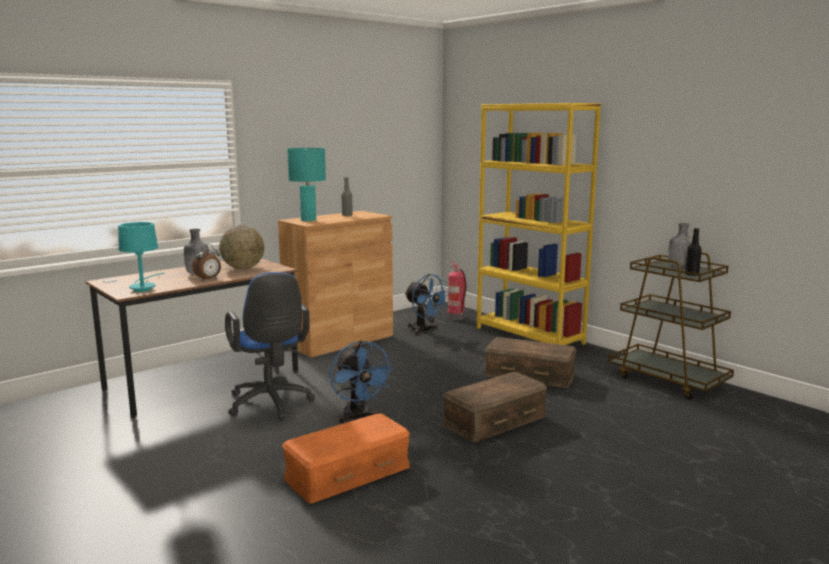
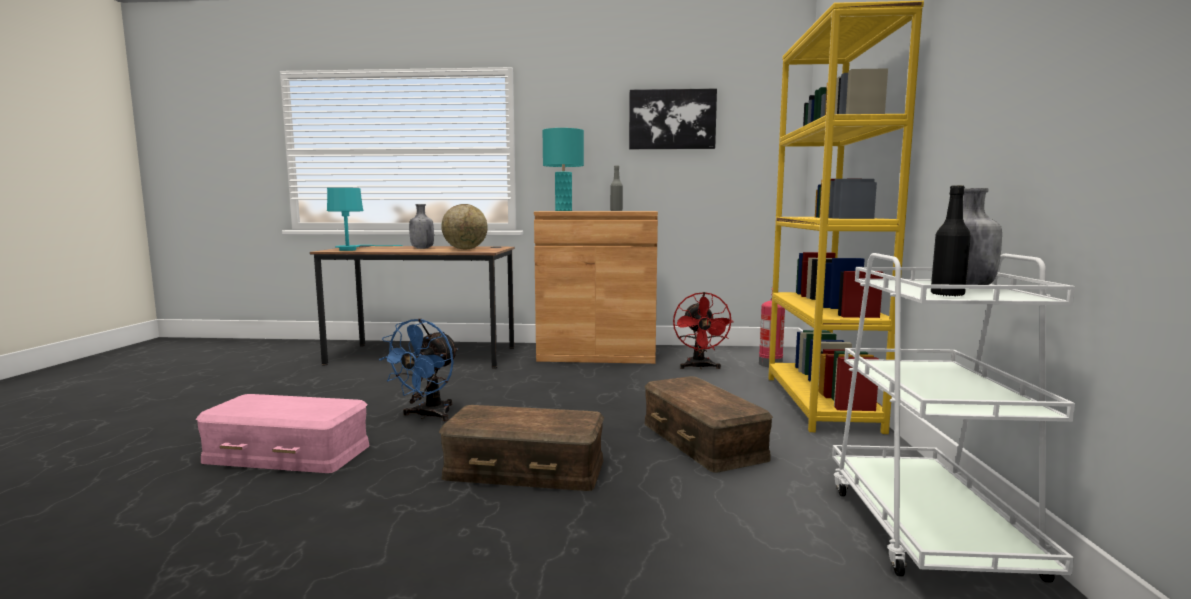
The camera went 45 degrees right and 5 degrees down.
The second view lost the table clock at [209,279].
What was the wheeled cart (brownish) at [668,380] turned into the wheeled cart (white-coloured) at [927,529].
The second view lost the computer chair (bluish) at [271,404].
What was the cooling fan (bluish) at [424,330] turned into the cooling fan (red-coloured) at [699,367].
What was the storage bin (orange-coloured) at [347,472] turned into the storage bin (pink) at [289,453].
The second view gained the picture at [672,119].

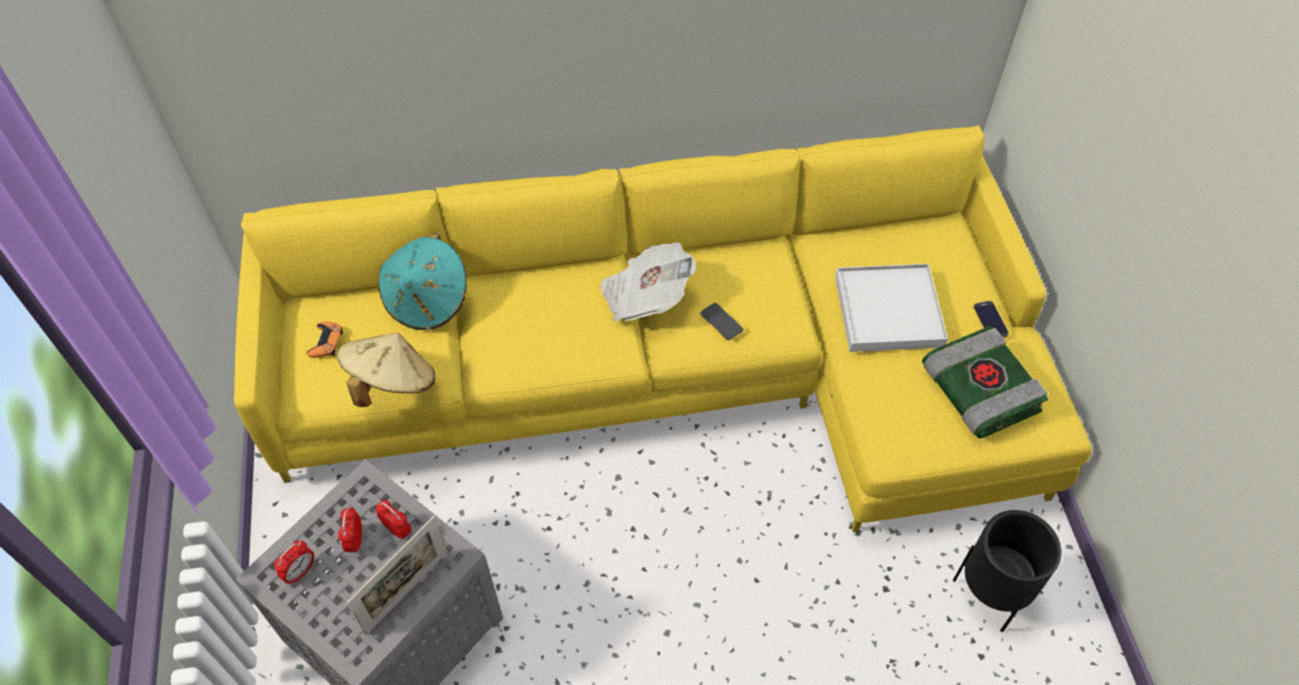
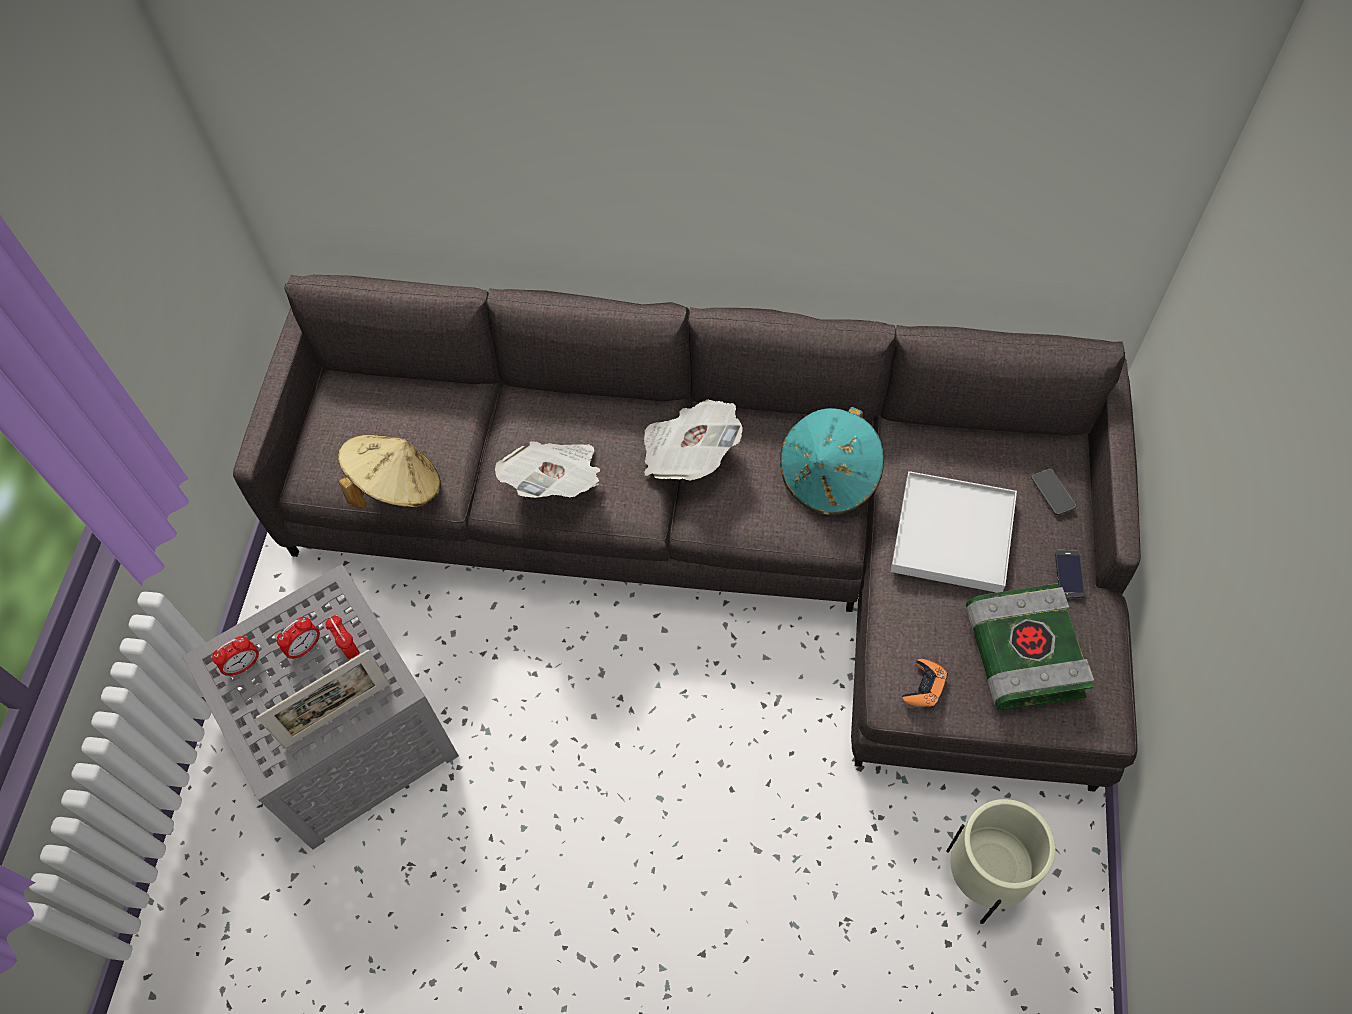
The camera went 20 degrees right and 5 degrees up.
What was the settee (yellowish) at [683,373] turned into the settee (greyish) at [731,540].
The clothing hat (blue-green) ended up elsewhere, having gone from [428,300] to [829,478].
The handset ended up elsewhere, having gone from [721,322] to [1053,492].
The game controller (orange-coloured) ended up elsewhere, having gone from [326,343] to [924,687].
The table clock at [355,540] ended up facing another way, 150 degrees counterclockwise from before.
What was the plant pot (black) at [990,595] turned into the plant pot (beige-coloured) at [983,879].
The second view gained the daily paper at [556,482].

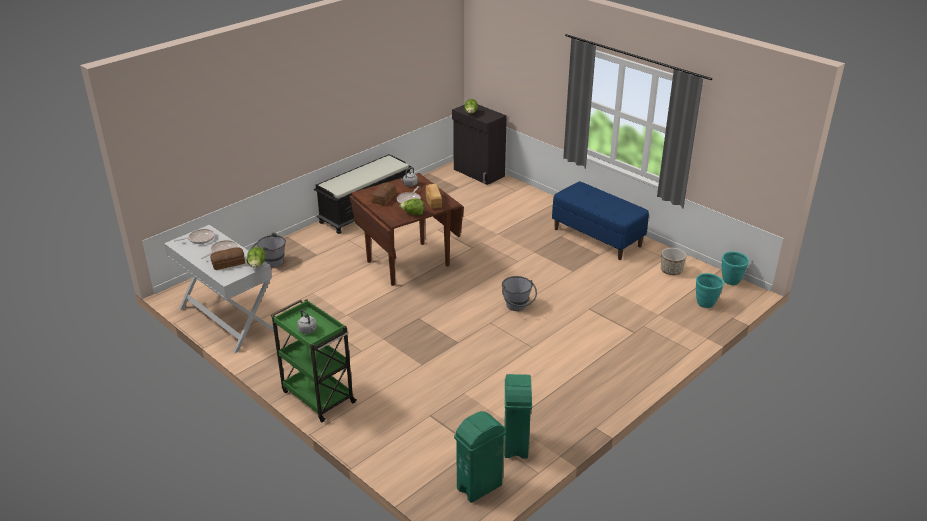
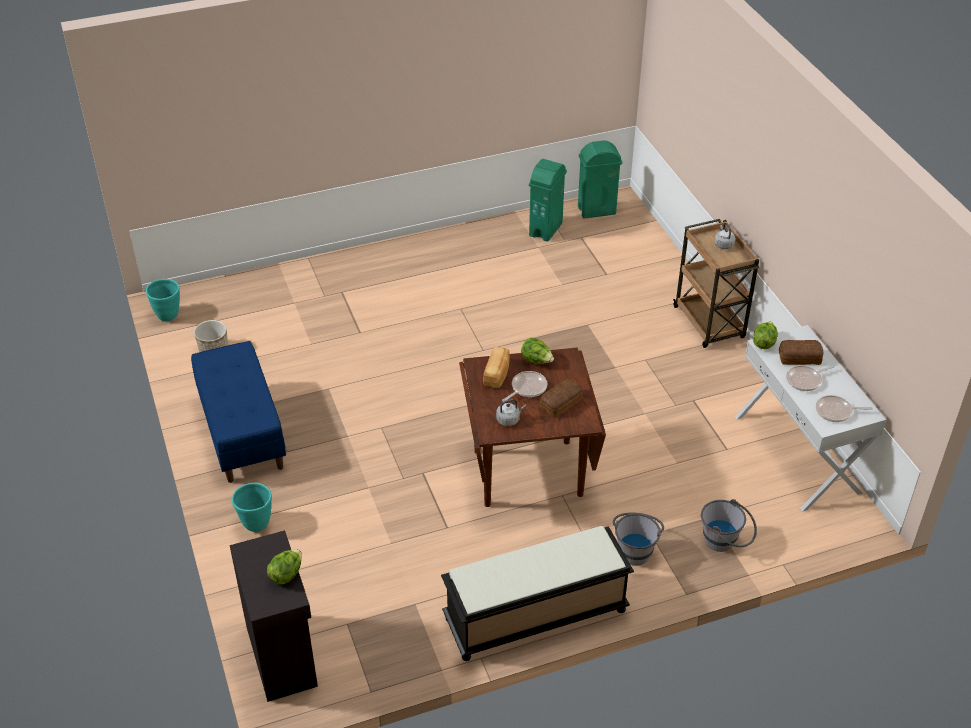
The camera went 155 degrees left and 10 degrees up.
The plant pot (blue-green) ended up elsewhere, having gone from [705,304] to [256,523].
The water bucket (greyish) ended up elsewhere, having gone from [517,308] to [635,549].
What was the wheeled cart (greenish) at [317,396] turned into the wheeled cart (brownish) at [709,323].

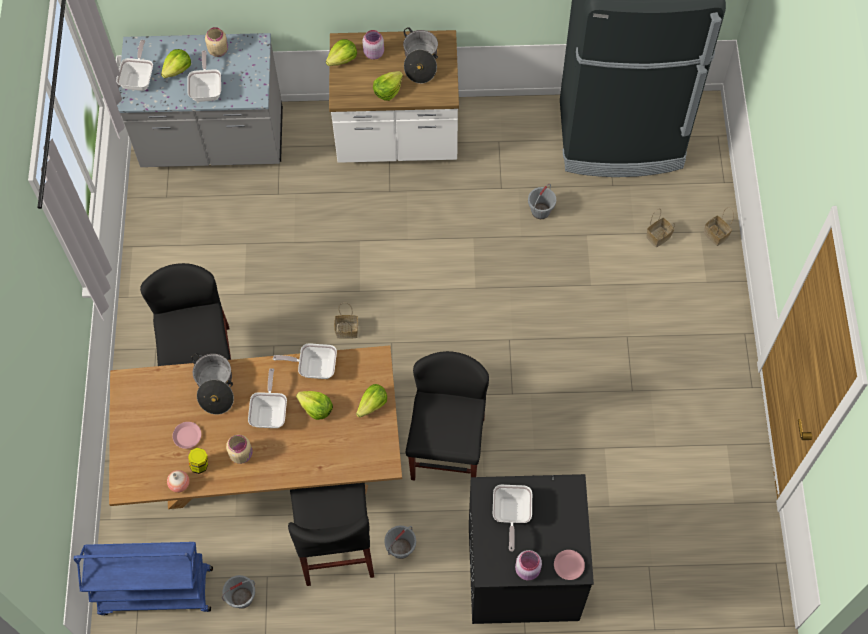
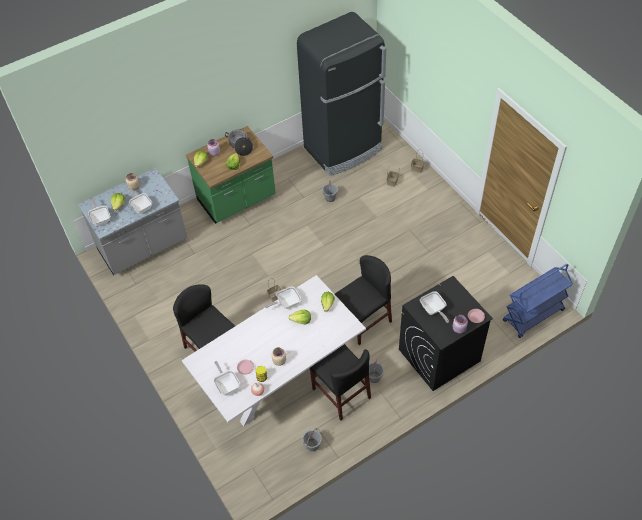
The camera went 30 degrees left and 10 degrees down.
What was the counter (white-coloured) at [397,137] turned into the counter (greenish) at [237,200].
What was the kitchen table (brownish) at [267,462] turned into the kitchen table (white-coloured) at [279,376].
The chair (black) at [447,448] ended up facing another way, 75 degrees clockwise from before.
The second view lost the cooking pot at [215,387].
The skillet ended up elsewhere, having gone from [270,412] to [227,385].
The wheeled cart (bluish) ended up elsewhere, having gone from [155,592] to [533,316].

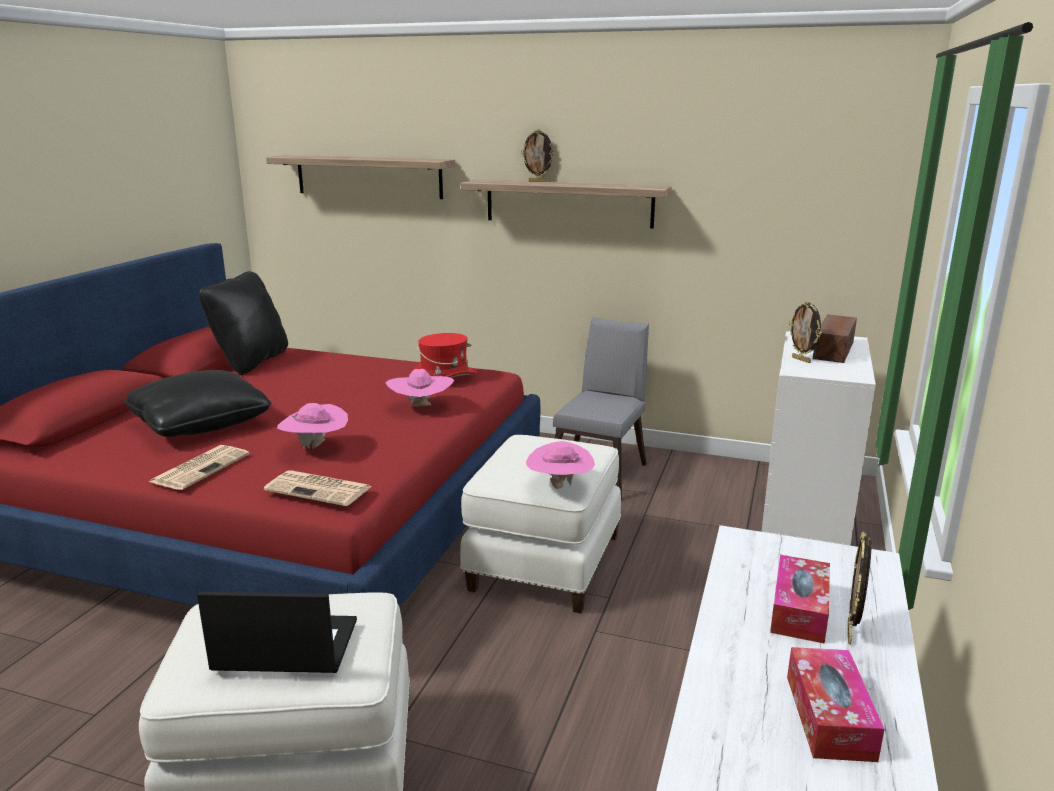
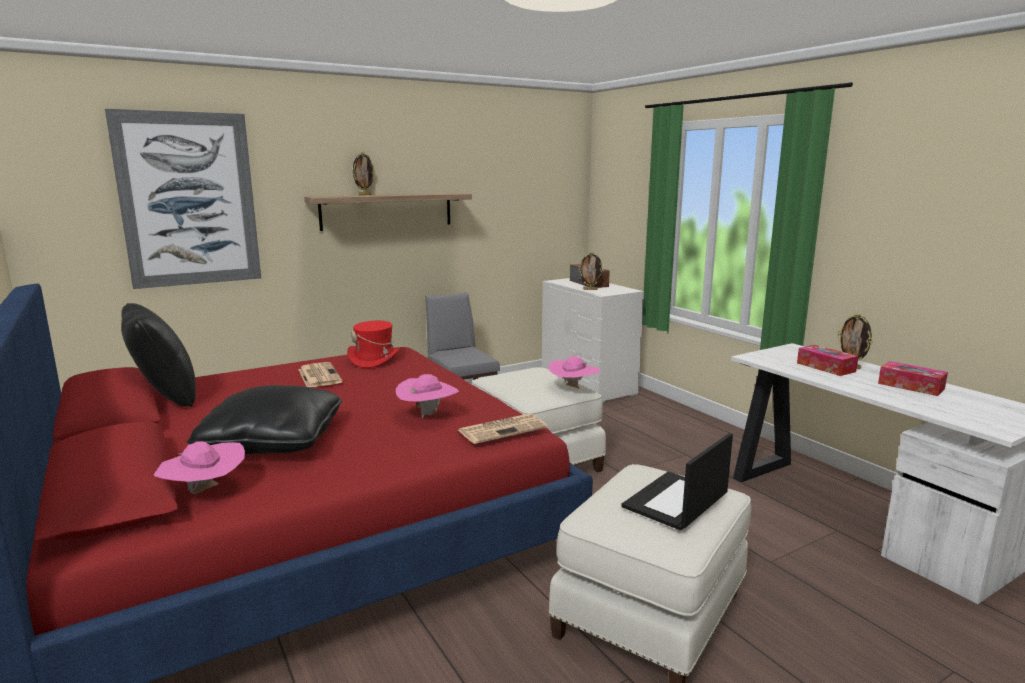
The camera went 50 degrees left and 5 degrees down.
Where the bracket shelf hung at [368,176], the picture came to hang at [189,200].
The clothing hat (pink) ended up elsewhere, having gone from [421,408] to [204,493].
The daily paper ended up elsewhere, having gone from [201,467] to [318,375].

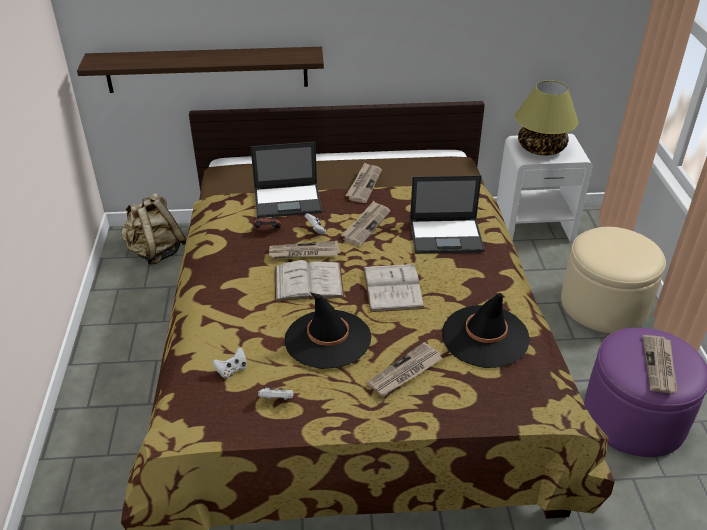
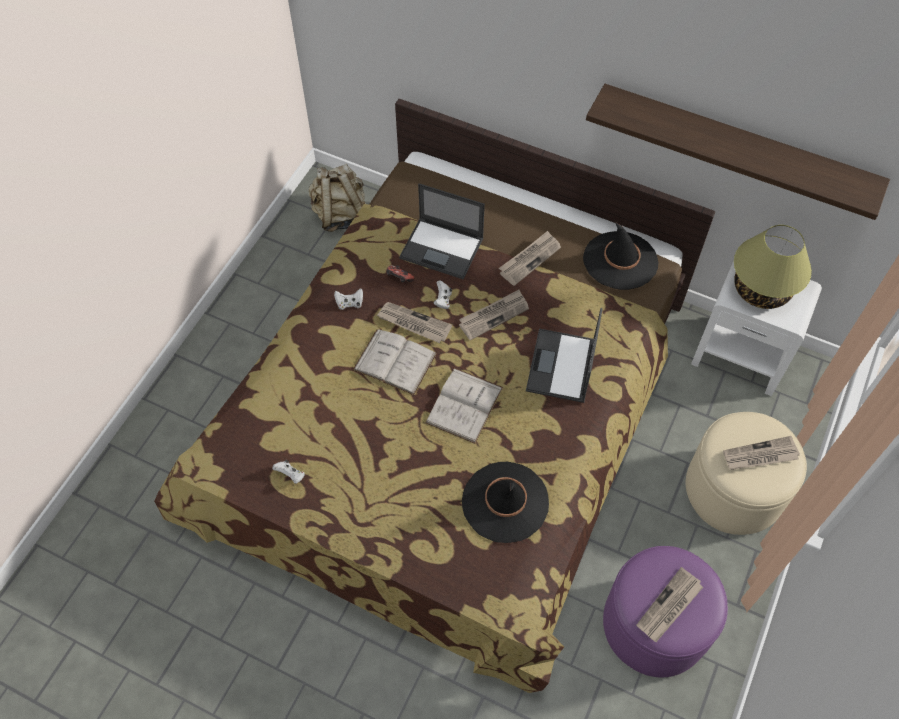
The camera went 30 degrees right and 20 degrees up.
The bracket shelf ended up elsewhere, having gone from [207,69] to [736,148].
The laptop at [447,236] ended up facing another way, 75 degrees clockwise from before.
The clothing hat (black) ended up elsewhere, having gone from [327,339] to [620,260].
The daily paper ended up elsewhere, having gone from [405,372] to [760,456].
The game controller (white-coloured) ended up elsewhere, having gone from [232,370] to [349,303].

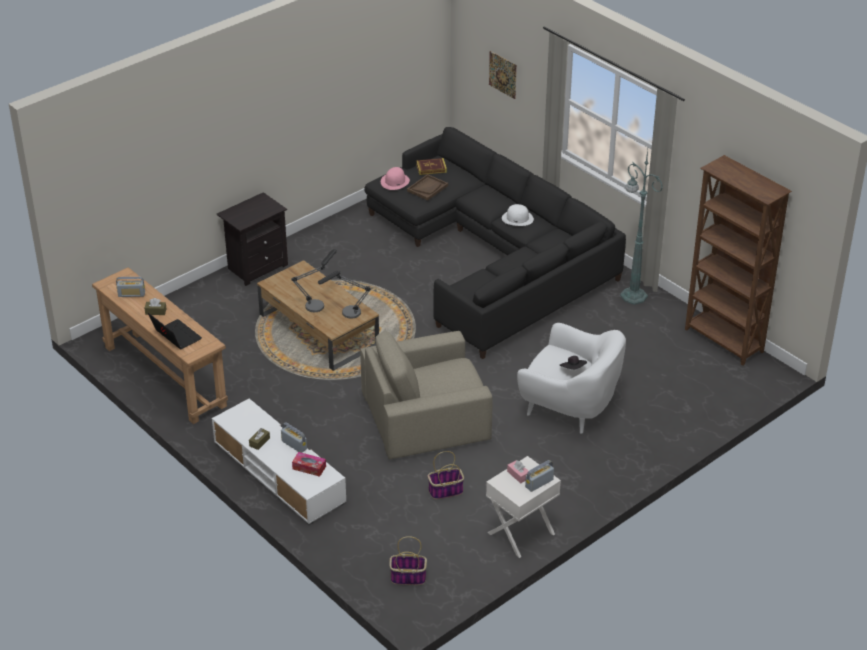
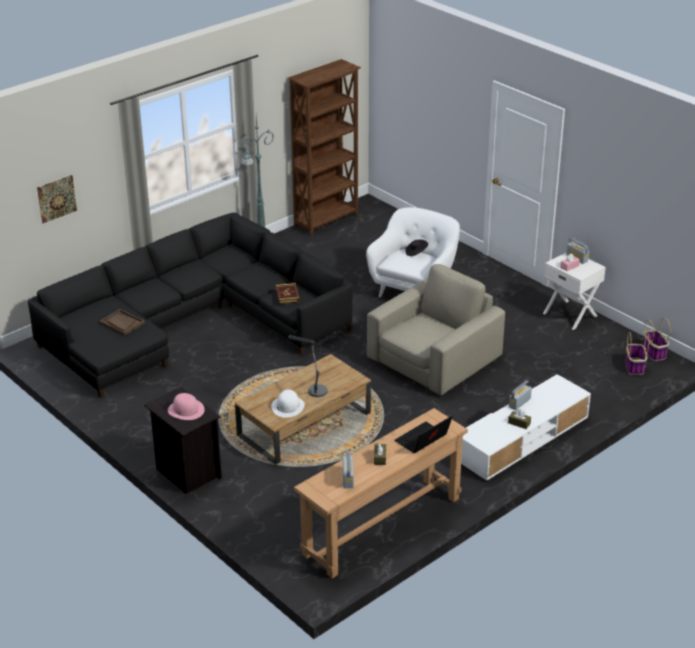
The camera went 90 degrees left and 5 degrees down.
The volume ended up elsewhere, having gone from [431,168] to [287,295].
The clothing hat (pink) ended up elsewhere, having gone from [395,181] to [186,410].
The clothing hat (white-coloured) ended up elsewhere, having gone from [517,218] to [287,406].
The second view lost the table lamp at [346,314].
The armchair (beige-coloured) at [426,417] ended up facing another way, 120 degrees counterclockwise from before.
The basket ended up elsewhere, having gone from [445,491] to [654,352].
The second view lost the tissue box at [309,467].

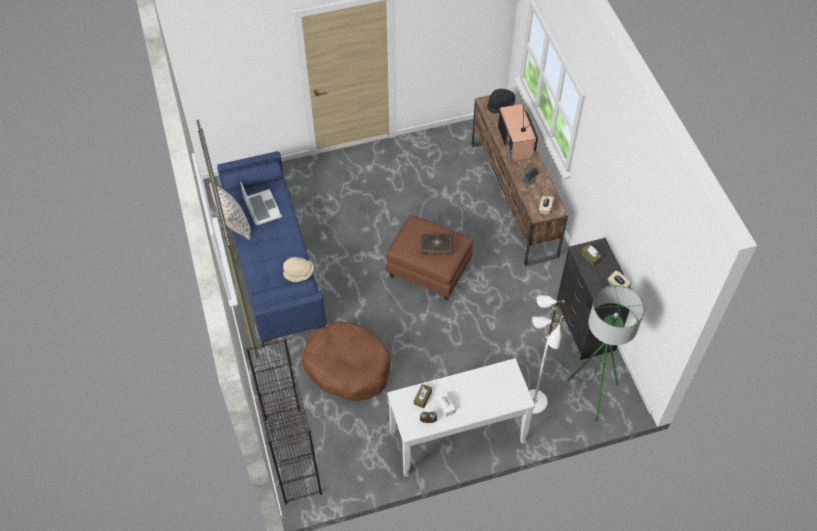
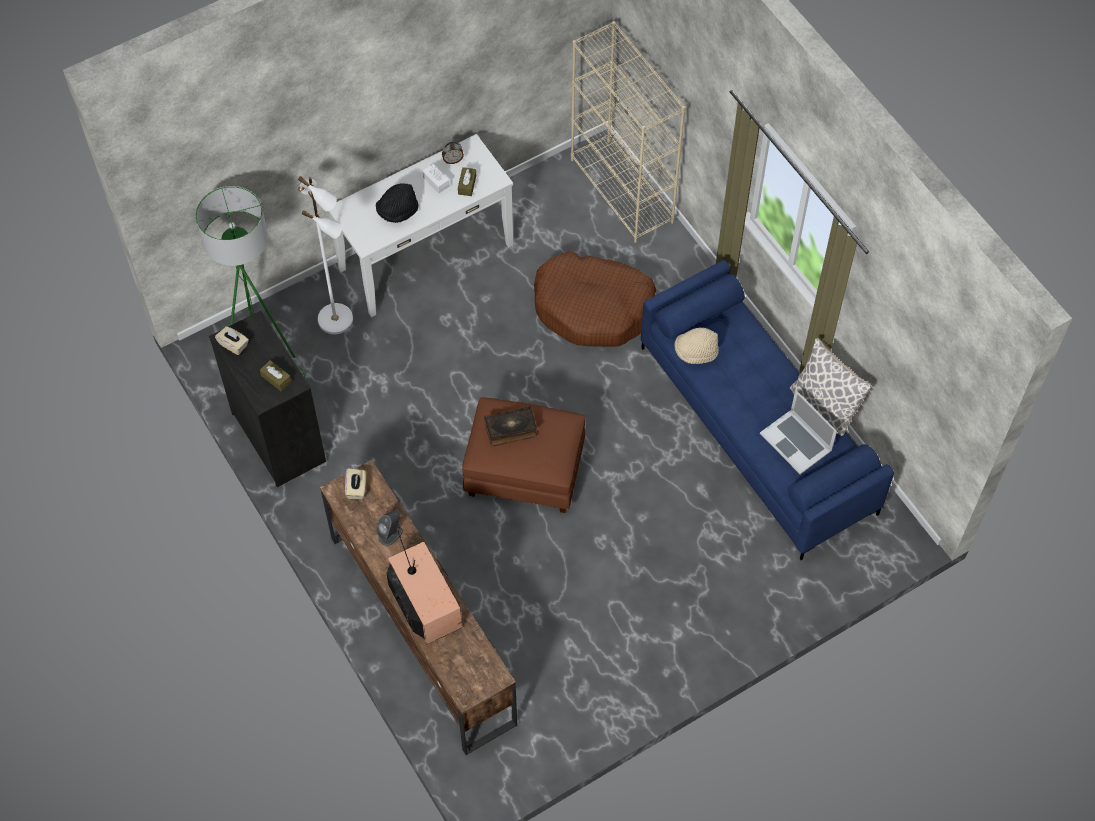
The camera went 165 degrees right and 5 degrees up.
The clothing hat (black) ended up elsewhere, having gone from [500,105] to [397,211].
What was the bookcase (black) at [292,455] turned into the bookcase (beige-coloured) at [622,191].

